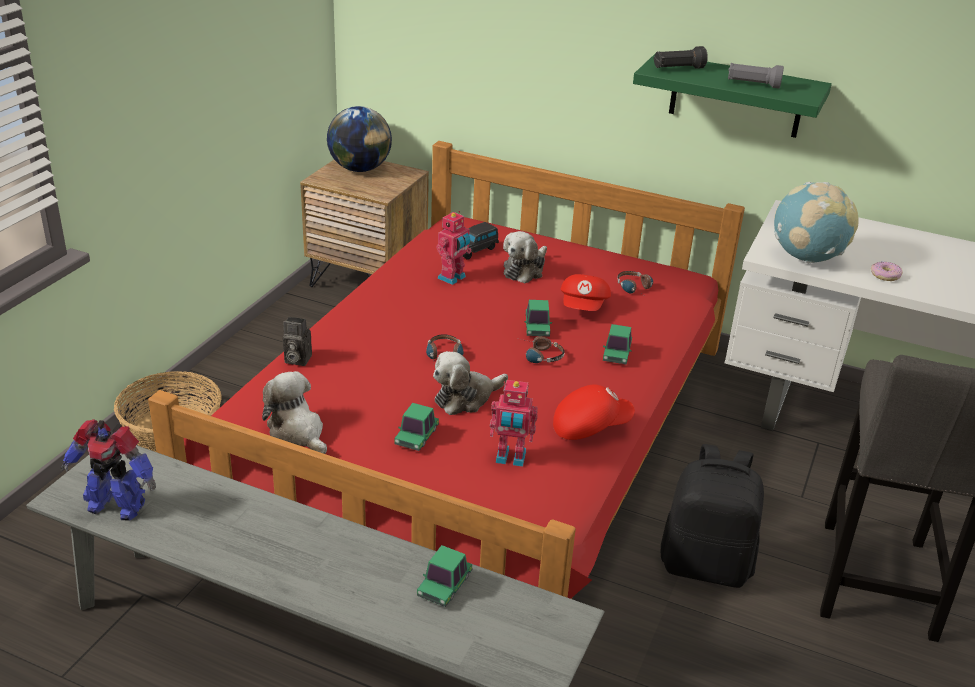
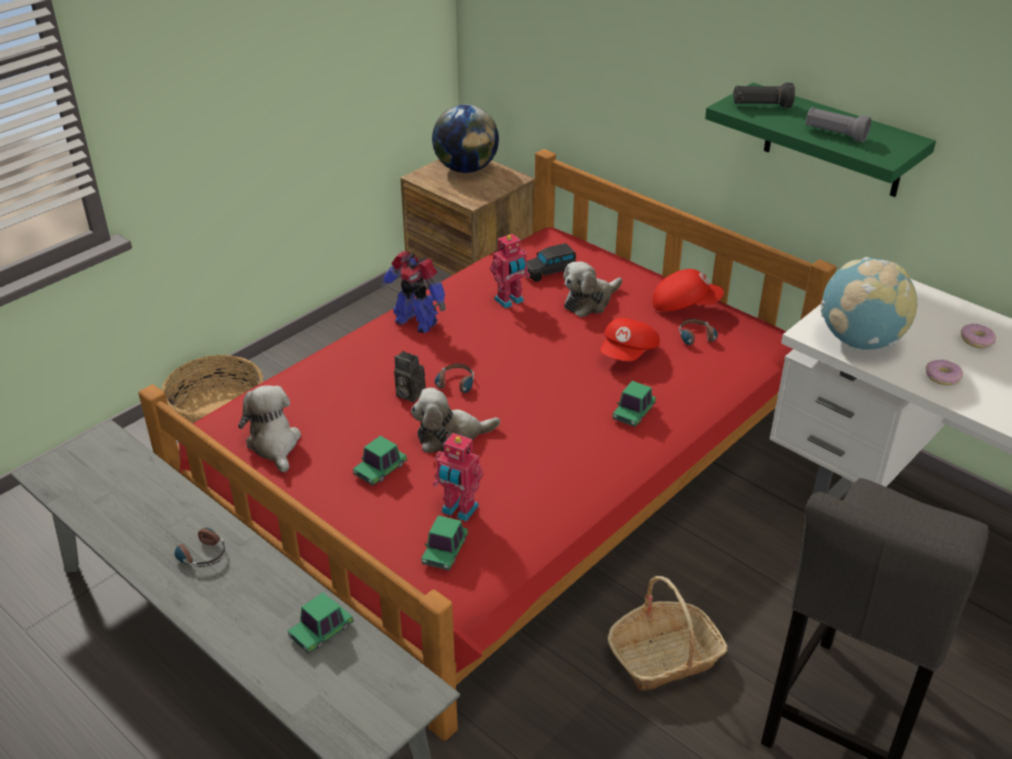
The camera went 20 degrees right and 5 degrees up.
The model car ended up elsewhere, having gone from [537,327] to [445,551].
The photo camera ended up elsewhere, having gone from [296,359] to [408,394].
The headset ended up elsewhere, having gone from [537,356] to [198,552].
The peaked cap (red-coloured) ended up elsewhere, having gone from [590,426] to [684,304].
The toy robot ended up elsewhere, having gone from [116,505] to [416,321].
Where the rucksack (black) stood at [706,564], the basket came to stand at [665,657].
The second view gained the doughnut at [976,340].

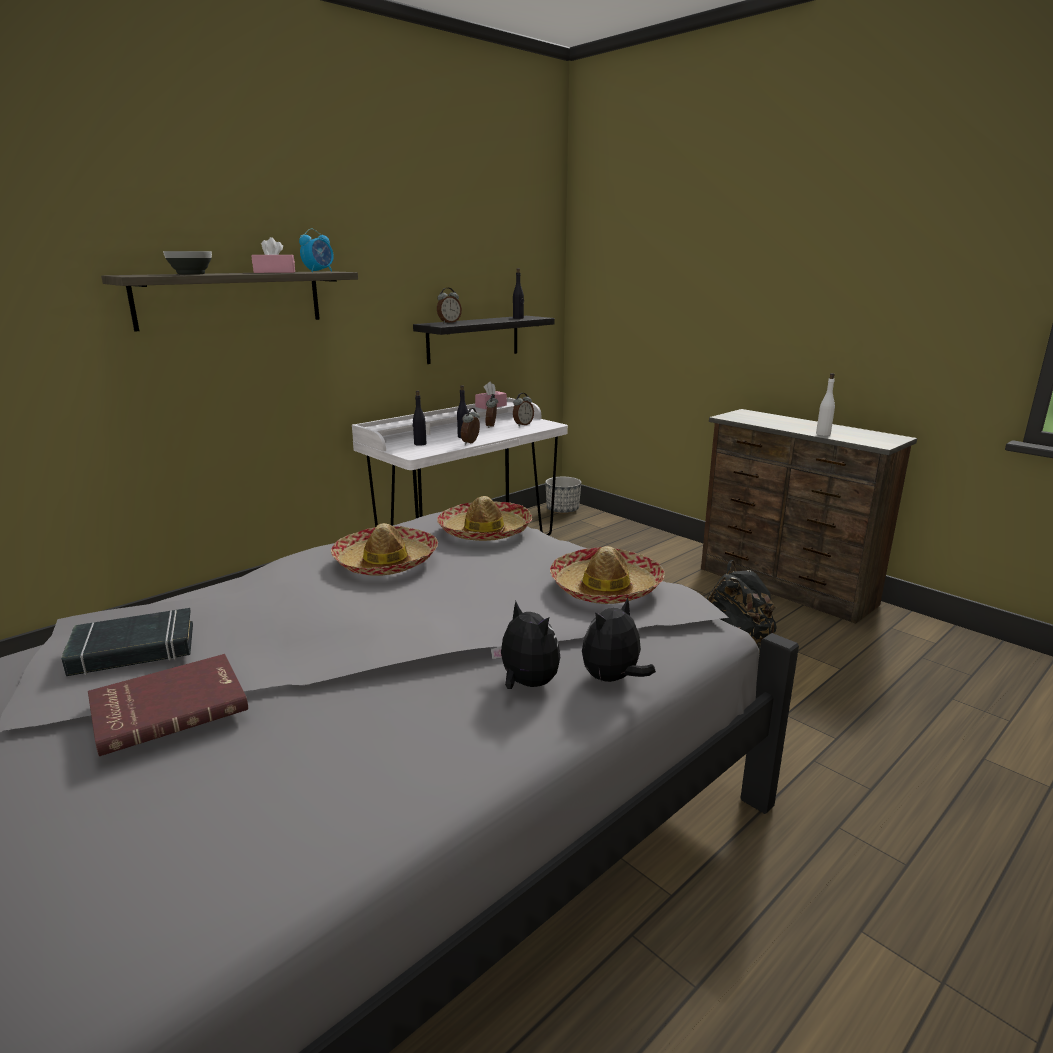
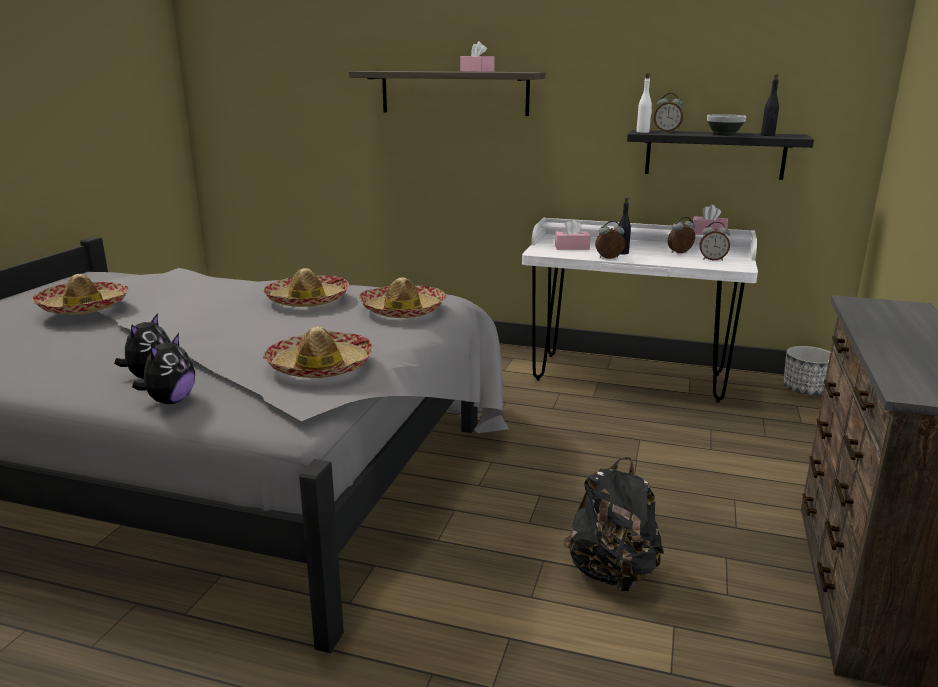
The camera went 60 degrees right and 0 degrees up.
The second view lost the table clock at [319,271].
The serving bowl ended up elsewhere, having gone from [191,274] to [724,134].
The bottle (white-coloured) ended up elsewhere, having gone from [823,434] to [643,132].
Where the bottle (black) stood at [420,444], the tissue box (pink) came to stand at [572,247].
The cuddly toy at [613,679] ended up facing another way, 90 degrees clockwise from before.
The second view lost the volume (black) at [133,650].
Where the volume (red-coloured) stood at [168,706], the clothing hat came to stand at [84,307].

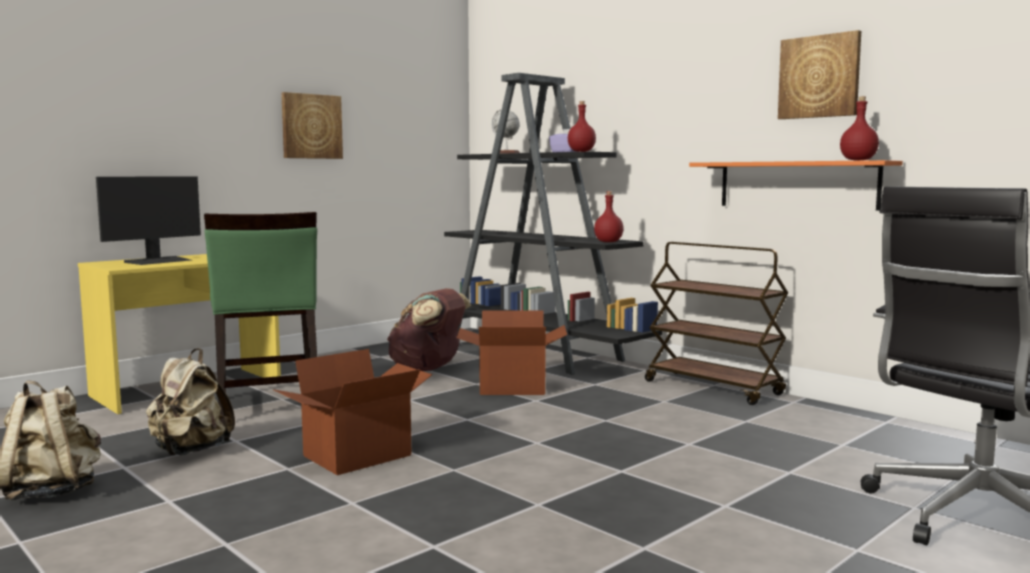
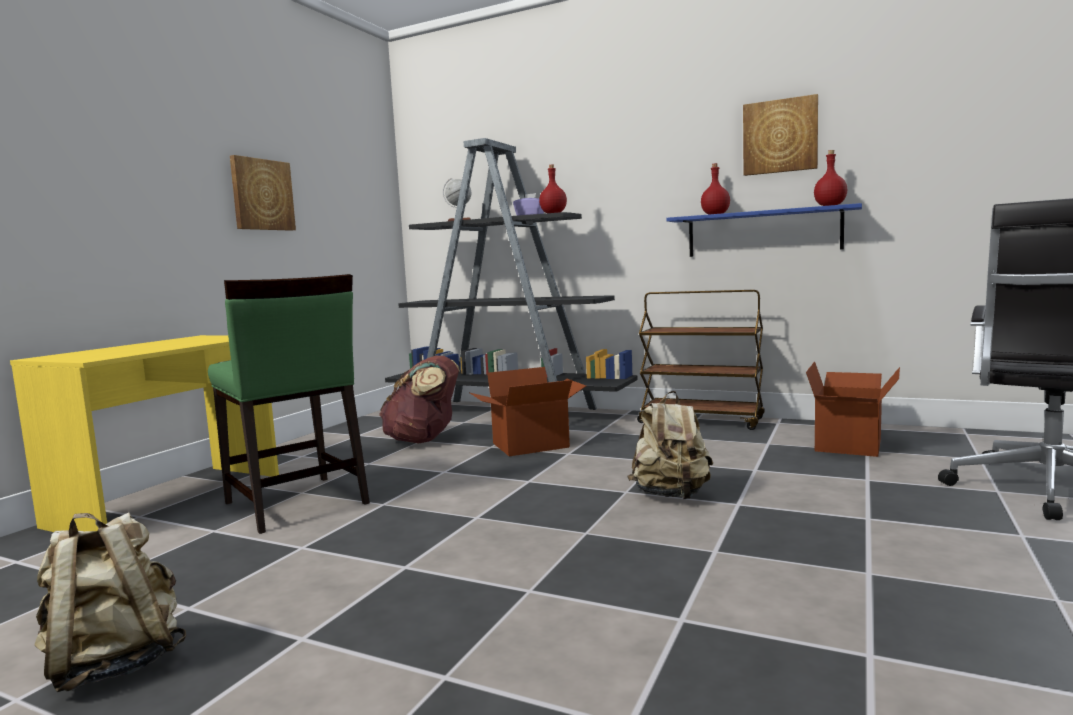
The camera went 20 degrees left and 0 degrees up.
What was the bracket shelf (orange-coloured) at [796,185] turned into the bracket shelf (bluish) at [763,232].
The second view lost the monitor at [158,261].
The bottle (red-coloured) ended up elsewhere, having gone from [608,242] to [715,214].
The rucksack (beige-coloured) ended up elsewhere, having gone from [190,451] to [671,495].
The cardboard box ended up elsewhere, having gone from [358,456] to [850,445].

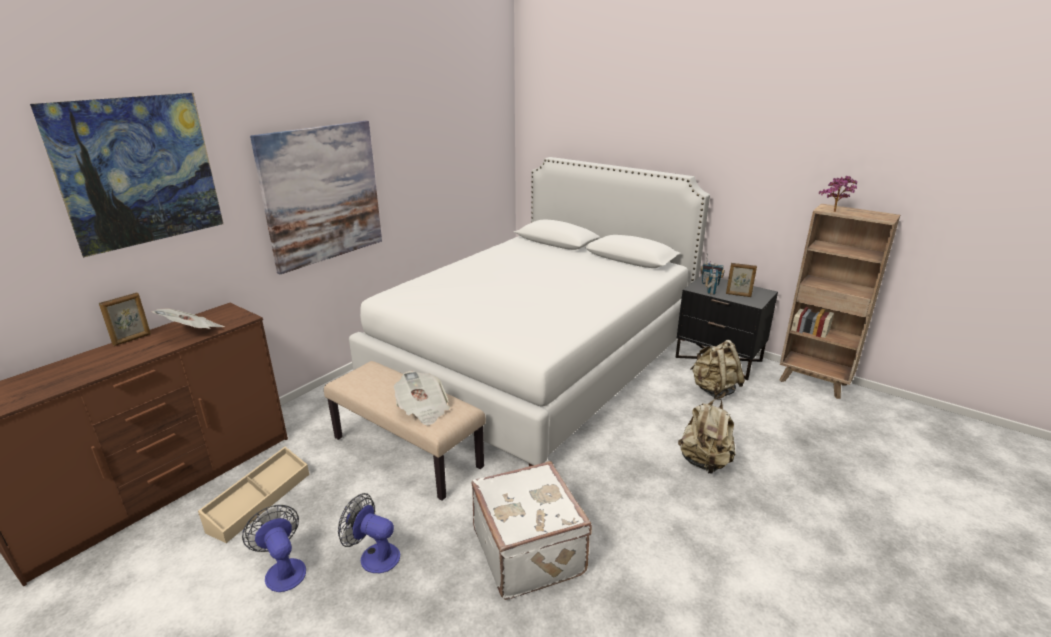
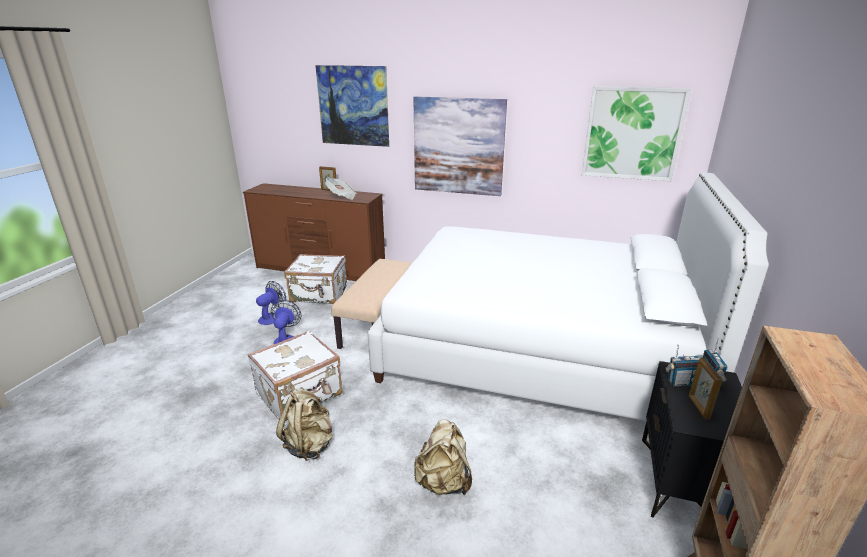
The camera went 70 degrees right and 0 degrees up.
The second view lost the potted plant at [835,212].
The rucksack (beige-coloured) ended up elsewhere, having gone from [714,390] to [309,445].
The second view lost the daily paper at [423,410].
Where the storage bin (beige-coloured) stood at [259,501], the travel case (white-coloured) came to stand at [319,294].
The second view gained the picture at [632,133].

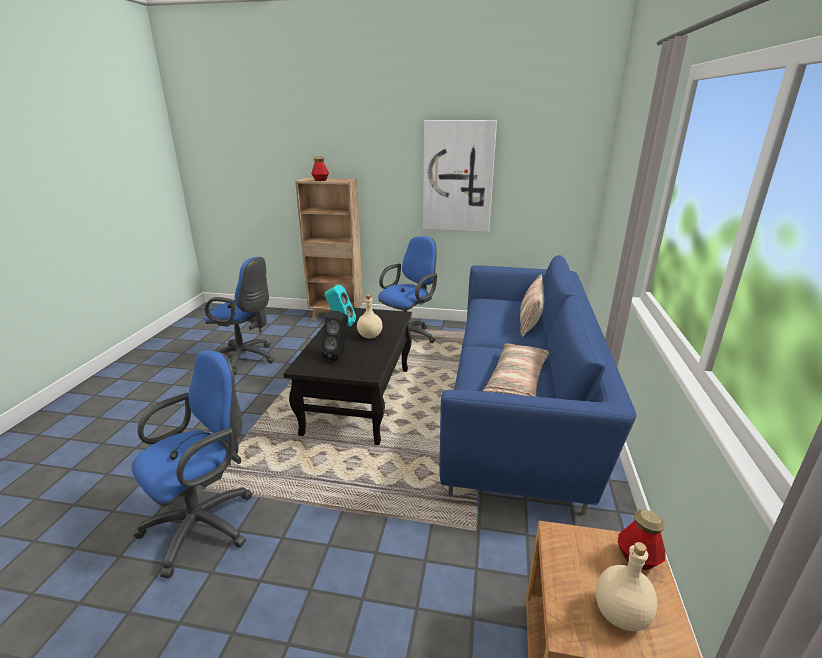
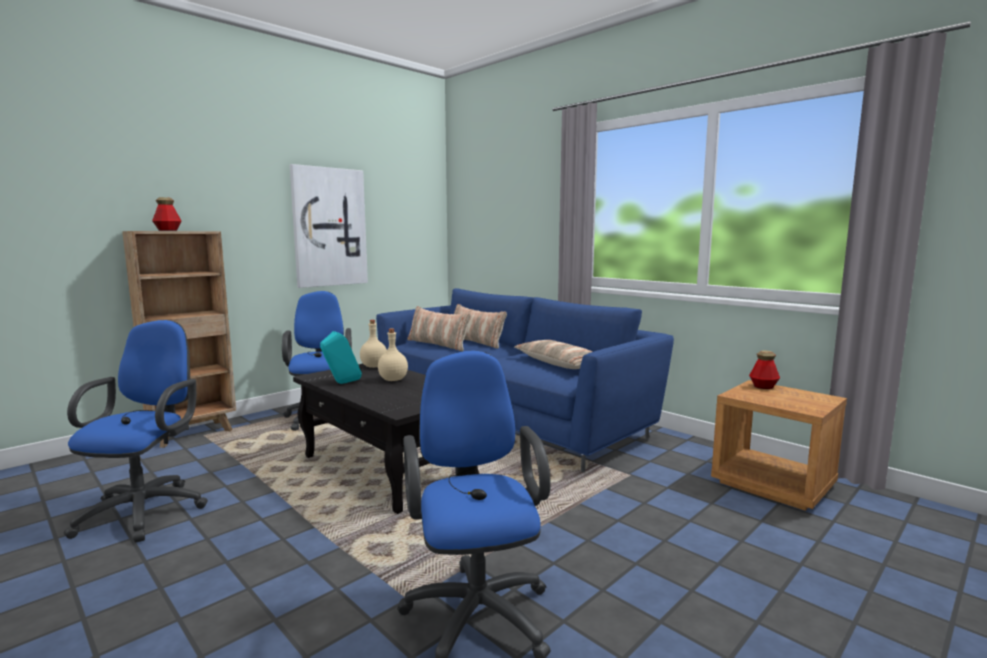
The camera went 55 degrees left and 15 degrees down.
The computer chair (bluish) at [246,359] ended up facing another way, 45 degrees counterclockwise from before.
The second view lost the loudspeaker (black) at [338,355].
The bottle (beige-coloured) ended up elsewhere, having gone from [620,615] to [374,366].
The second view gained the cushion at [438,344].

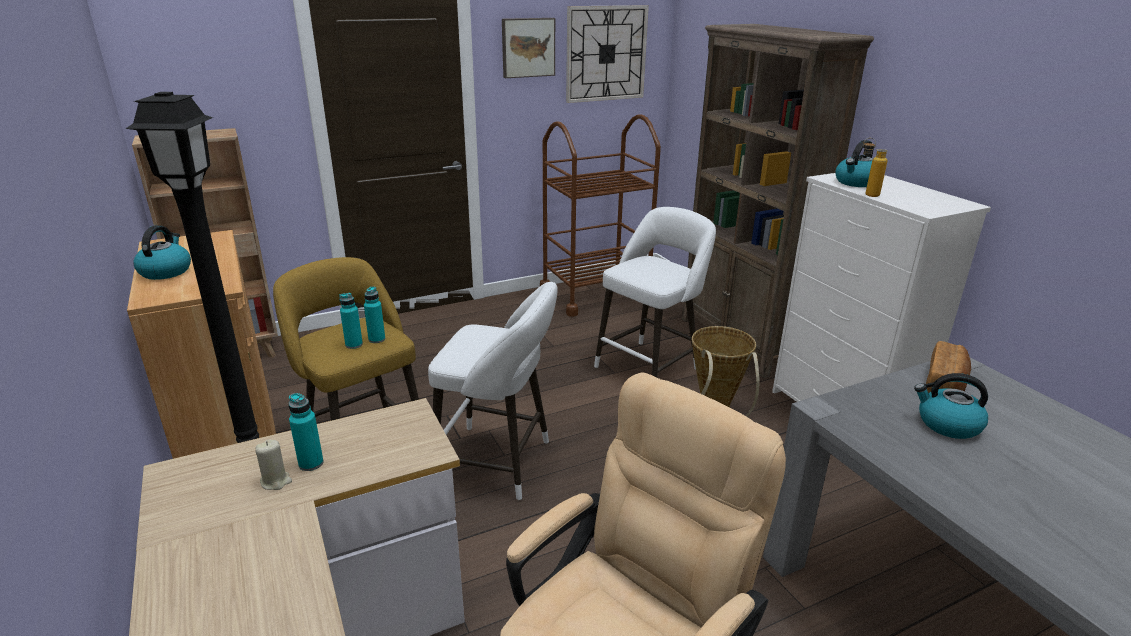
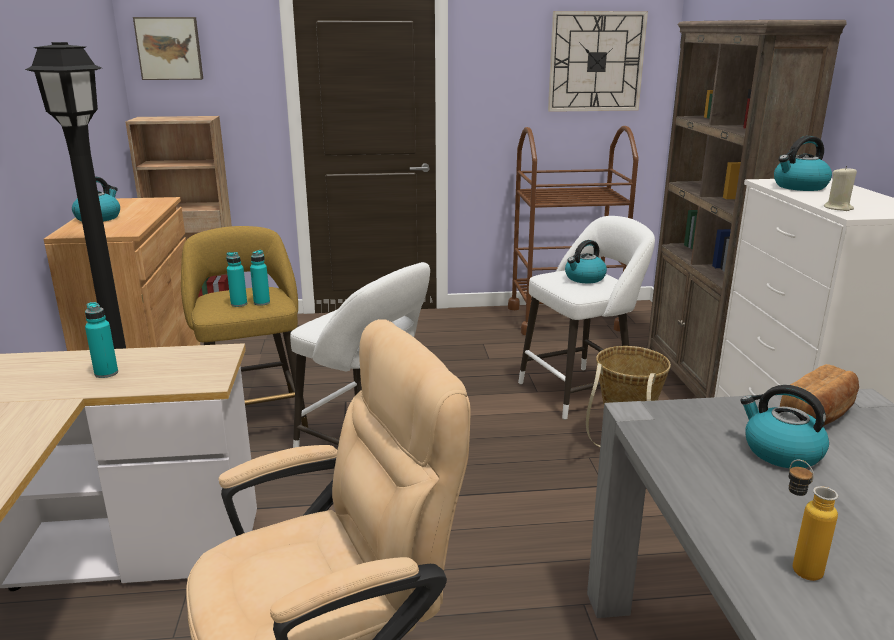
The camera went 20 degrees right and 5 degrees down.
The picture ended up elsewhere, having gone from [527,47] to [169,48].
The bottle ended up elsewhere, having gone from [866,194] to [796,565].
The wax candle (beige-coloured) ended up elsewhere, having gone from [276,481] to [838,208].
The second view gained the water kettle at [584,278].

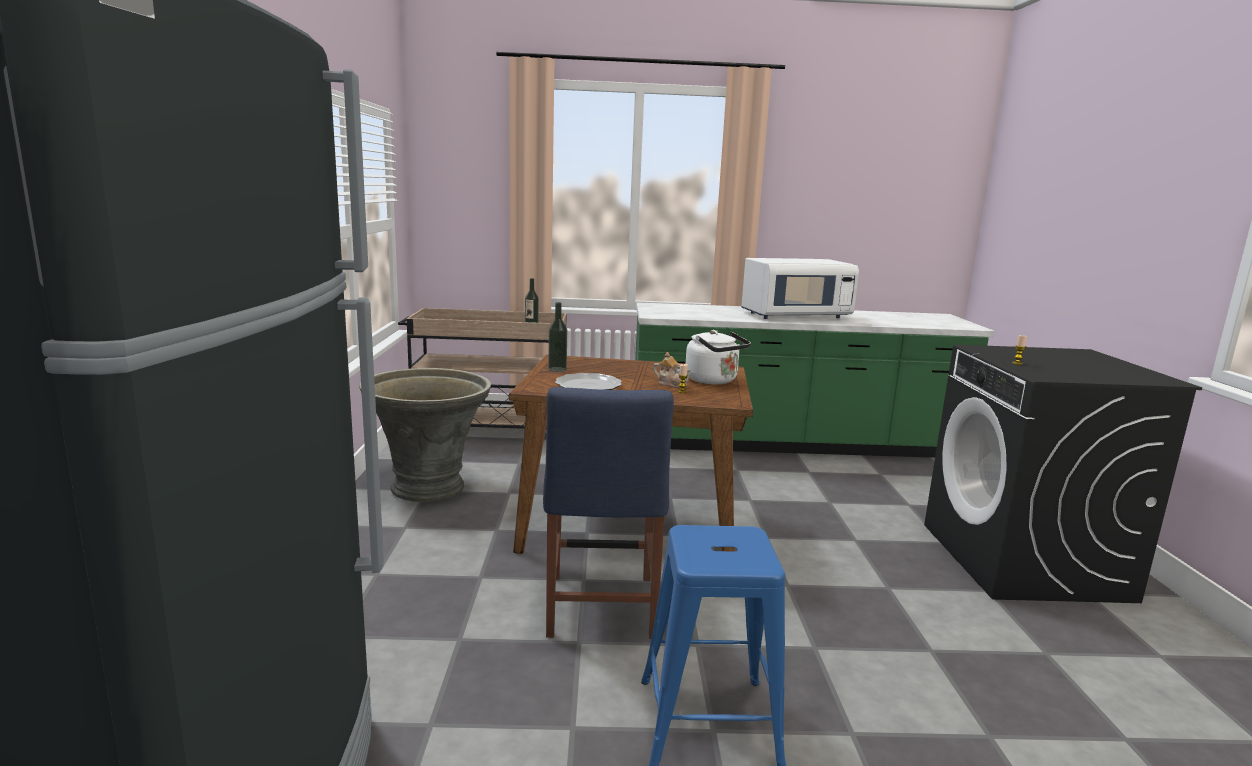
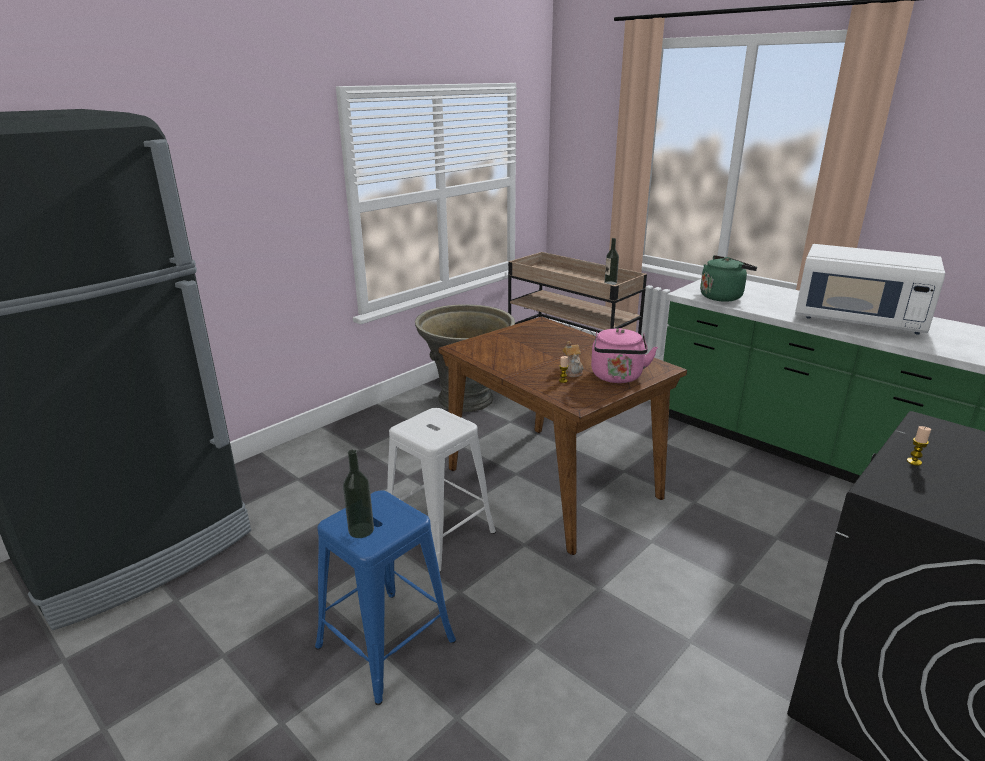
The camera went 45 degrees right and 10 degrees up.
The bottle ended up elsewhere, having gone from [557,369] to [361,530].
What was the water kettle (white-coloured) at [714,381] turned into the water kettle (pink) at [617,377].
The second view lost the dinner plate at [588,386].
Where the chair (bluish) stood at [600,610], the stool (white-coloured) came to stand at [439,534].
The second view gained the water kettle (greenish) at [722,296].

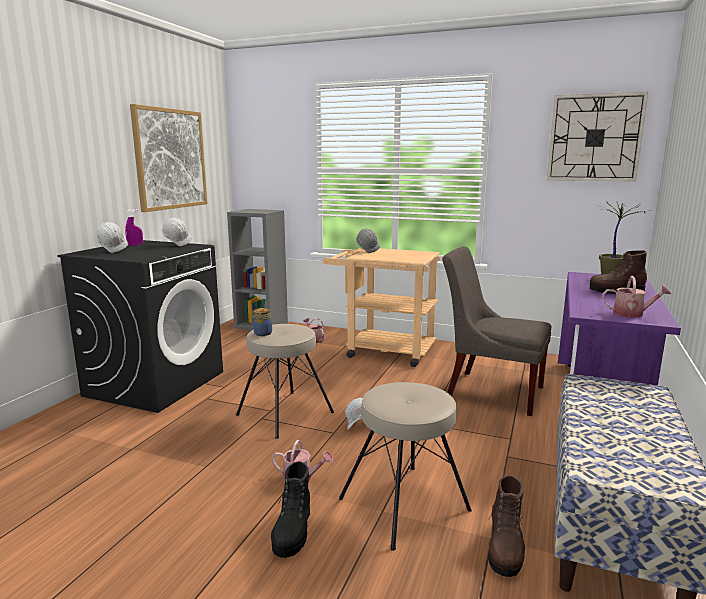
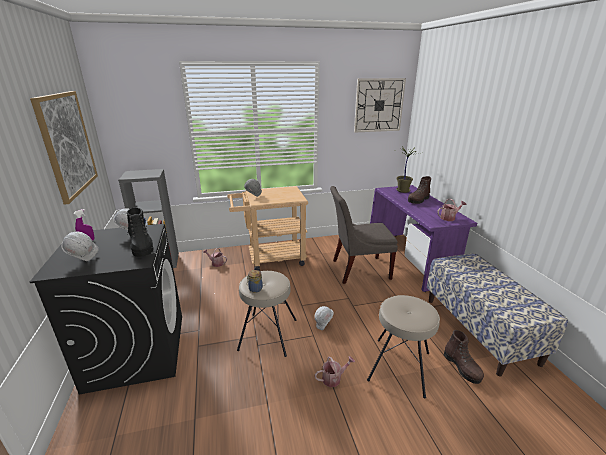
The camera went 35 degrees left and 10 degrees up.
The boot (black) ended up elsewhere, having gone from [293,532] to [142,247].

